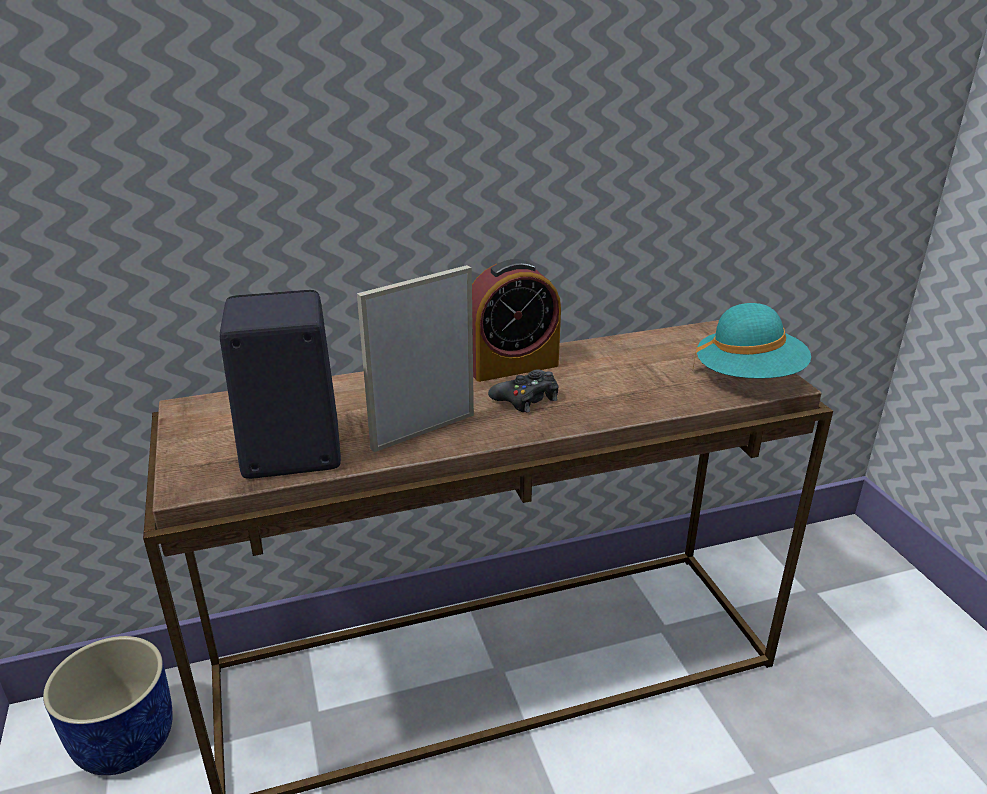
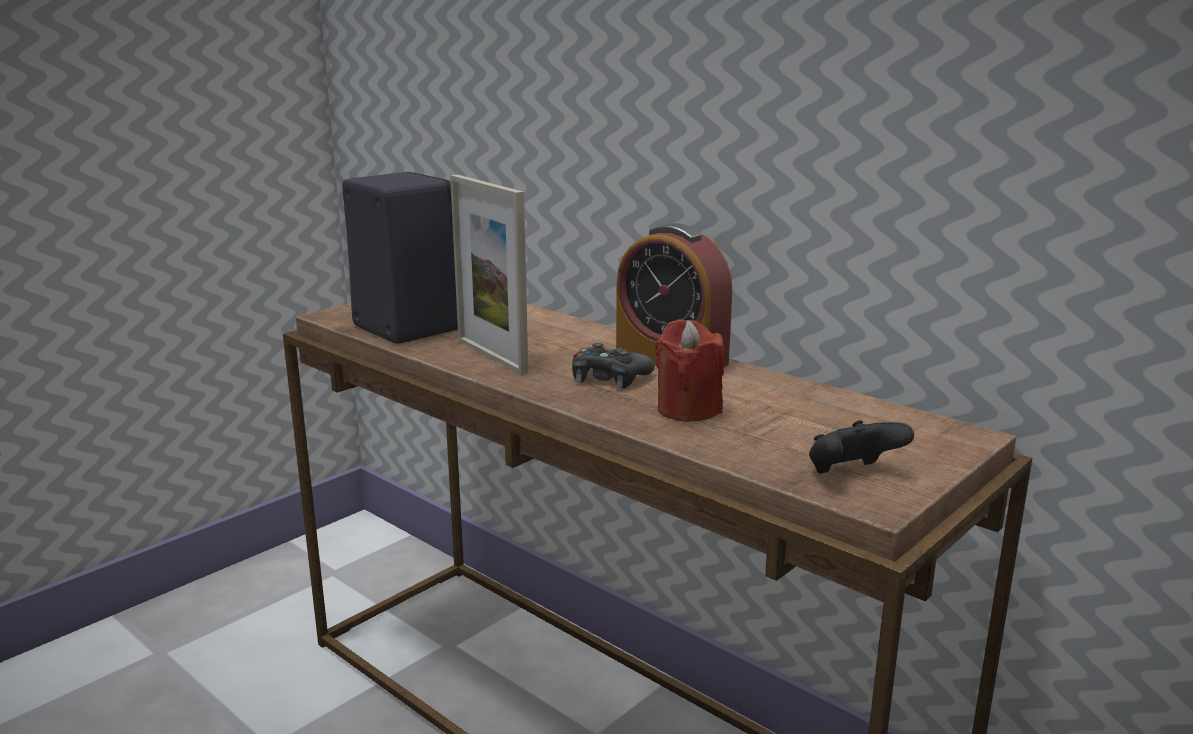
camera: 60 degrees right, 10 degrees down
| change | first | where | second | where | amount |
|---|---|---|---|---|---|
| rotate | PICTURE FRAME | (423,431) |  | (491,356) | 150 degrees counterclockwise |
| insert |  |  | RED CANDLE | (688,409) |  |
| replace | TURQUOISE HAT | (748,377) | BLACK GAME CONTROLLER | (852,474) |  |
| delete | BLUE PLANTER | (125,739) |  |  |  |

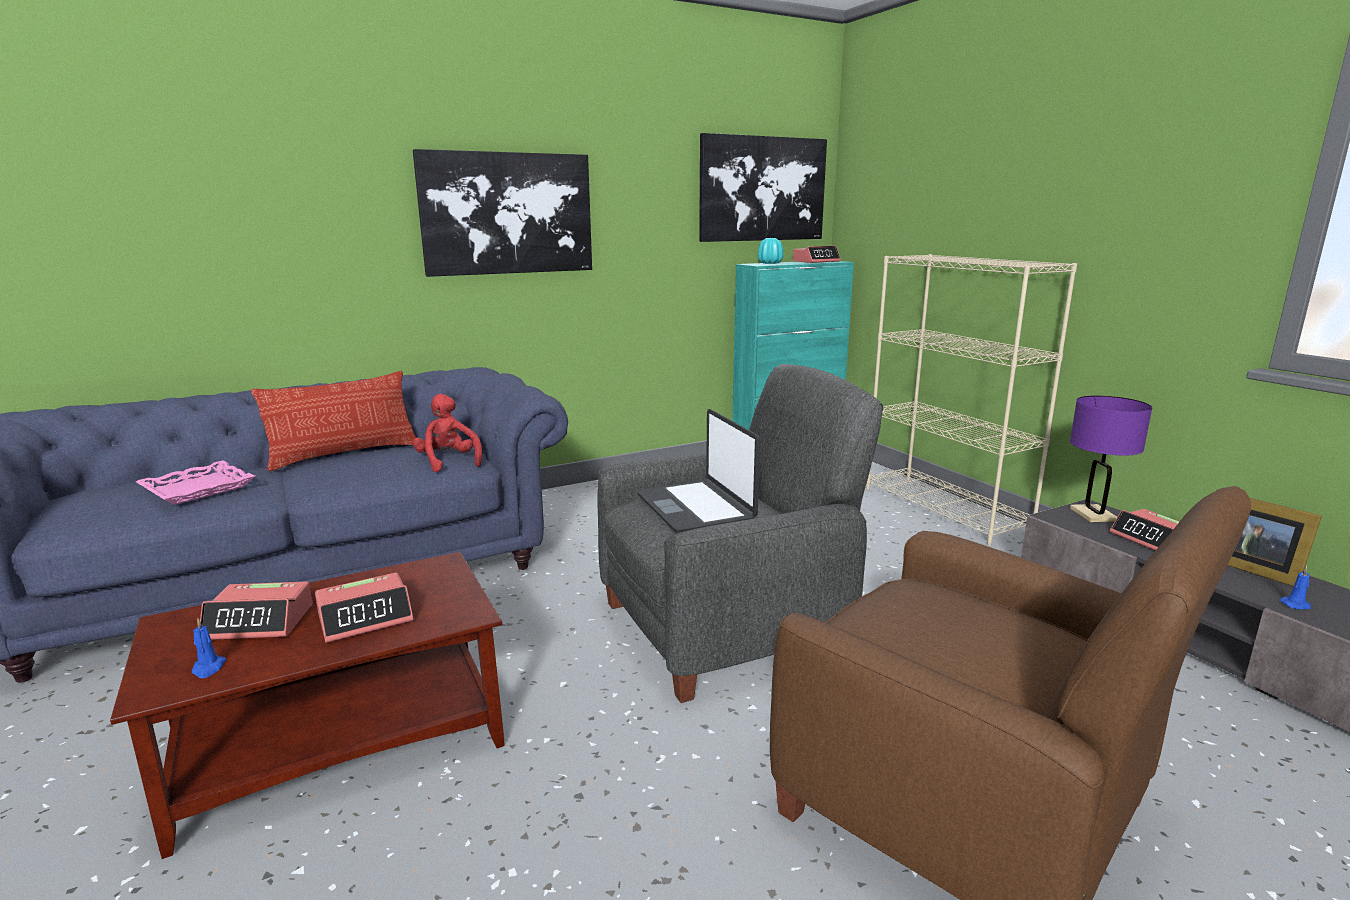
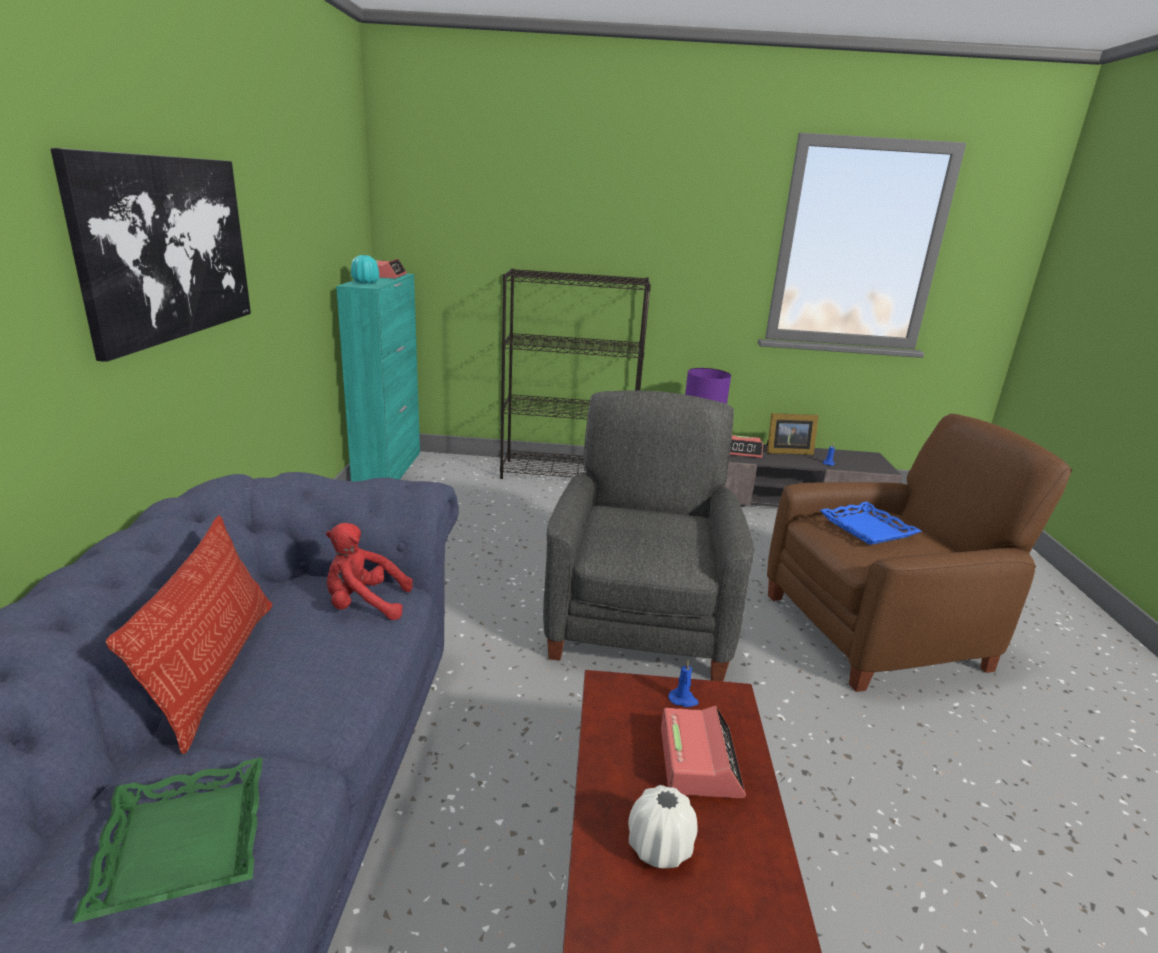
camera: 60 degrees left, 5 degrees up
| change | first | where | second | where | amount |
|---|---|---|---|---|---|
| recolor | PINK TRAY | (198,489) | GREEN TRAY | (184,844) |  |
| recolor | BEIGE BOOKCASE | (945,509) | BLACK BOOKCASE | (568,474) |  |
| replace | ALARM CLOCK | (260,622) | WHITE VASE | (659,847) |  |
| move | BLUE CANDLE | (208,668) |  | (683,700) |  |
| insert |  |  | BLUE TRAY | (866,528) |  |
| delete | LAPTOP | (696,507) |  |  |  |
| delete | PICTURE | (762,189) |  |  |  |

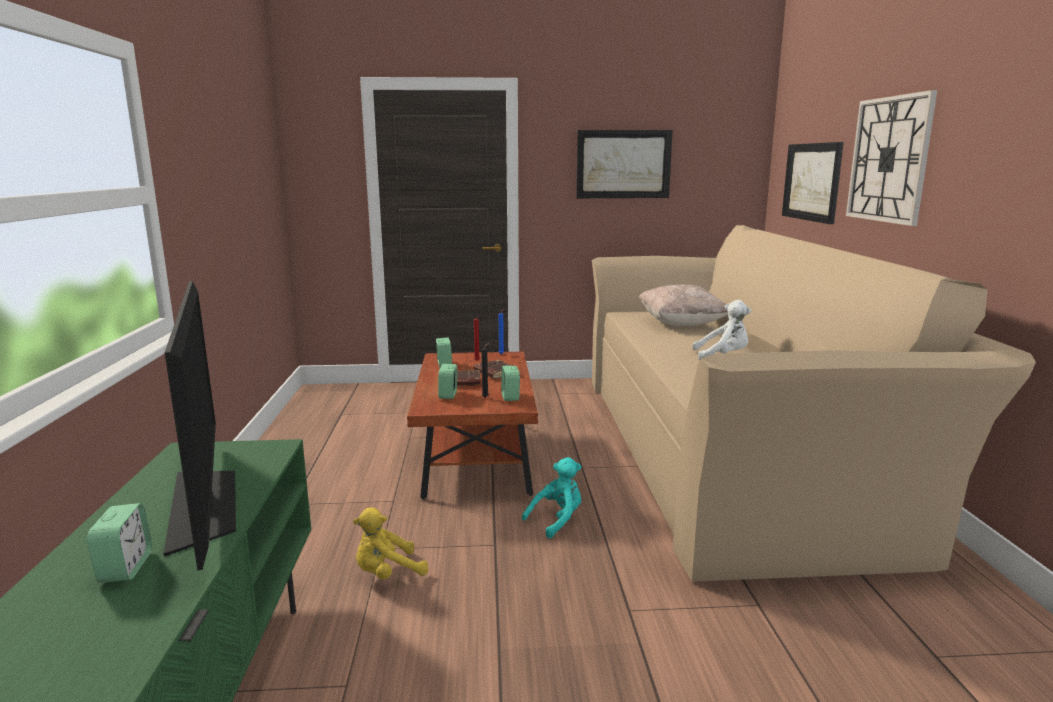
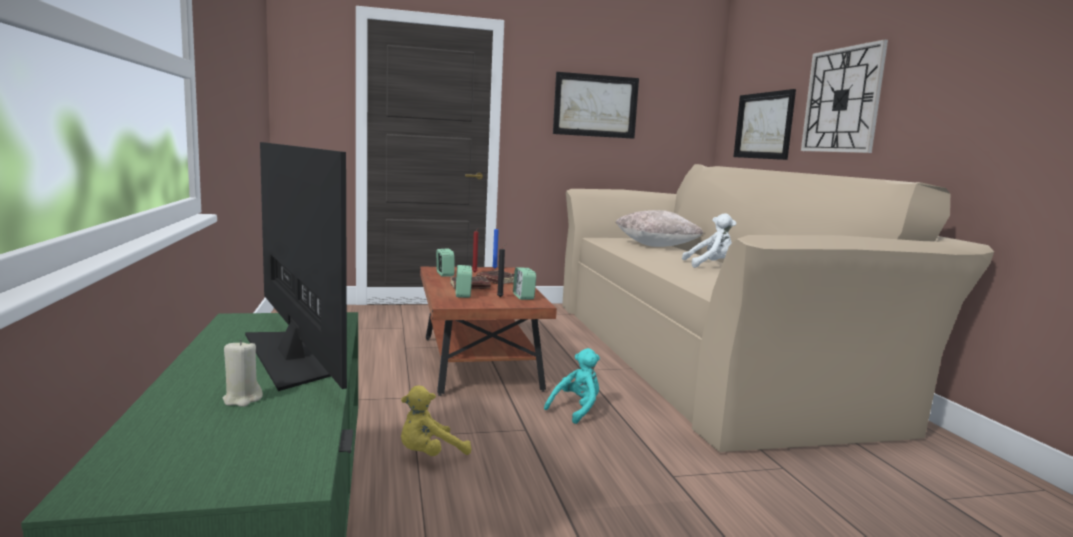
camera: 10 degrees left, 5 degrees down
| change | first | where | second | where | amount |
|---|---|---|---|---|---|
| replace | ALARM CLOCK | (125,567) | BEIGE CANDLE | (242,399) |  |

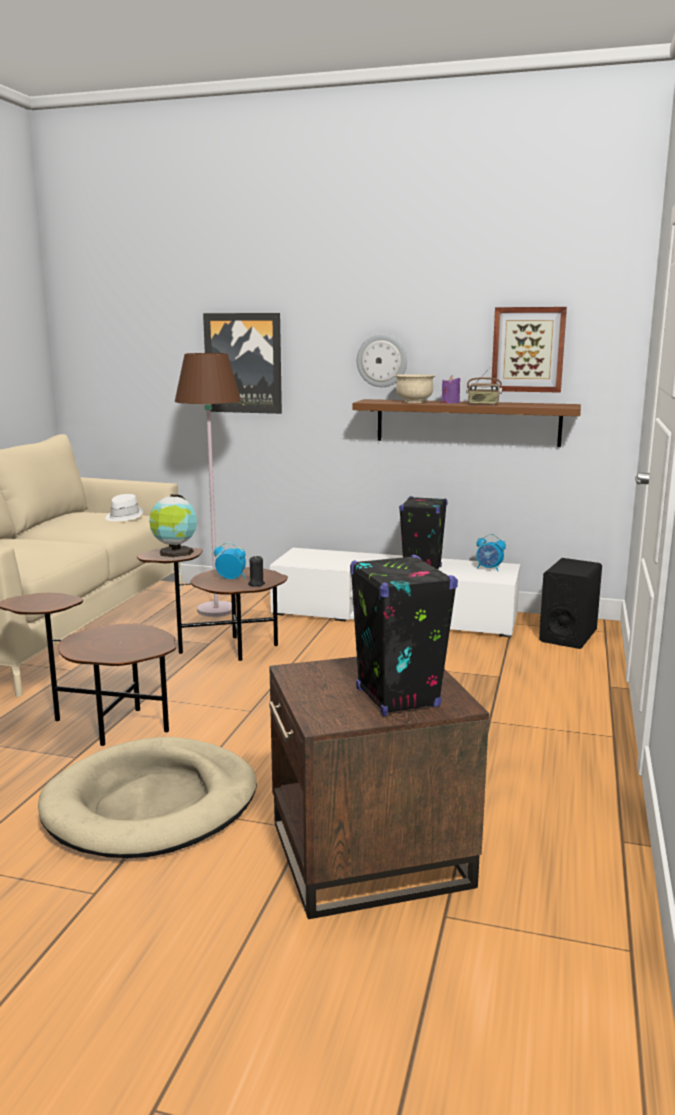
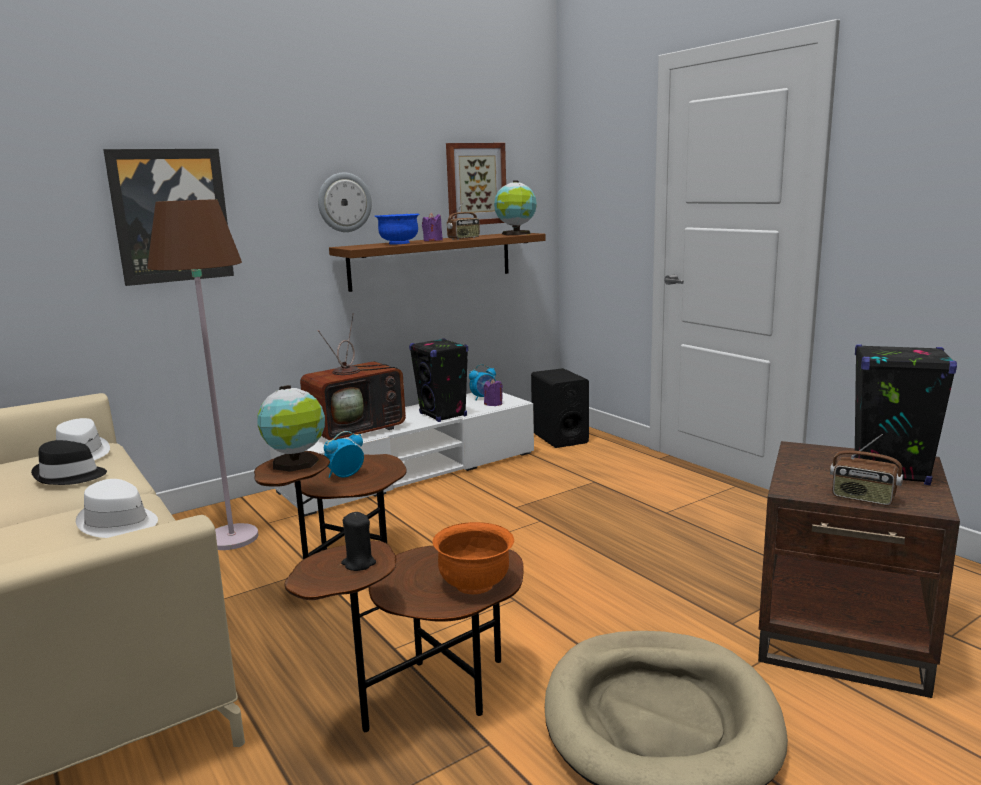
camera: 50 degrees left, 0 degrees up
| change | first | where | second | where | amount |
|---|---|---|---|---|---|
| insert |  |  | BLACK HAT | (70,476) |  |
| insert |  |  | WHITE HAT | (118,523) |  |
| insert |  |  | TELEVISION | (357,430) |  |
| move | BLACK CANDLE | (256,584) |  | (359,563) |  |
| recolor | BEIGE BOWL | (414,402) | BLUE BOWL | (399,243) |  |
| insert |  |  | ORANGE BOWL | (475,585) |  |
| insert |  |  | PURPLE CANDLE | (493,404) |  |
| insert |  |  | GLOBE | (516,234) |  |
| insert |  |  | RADIO | (863,498) |  |

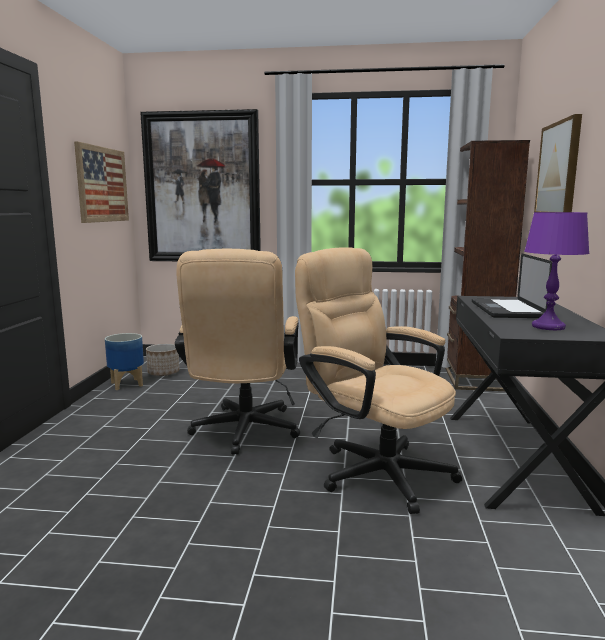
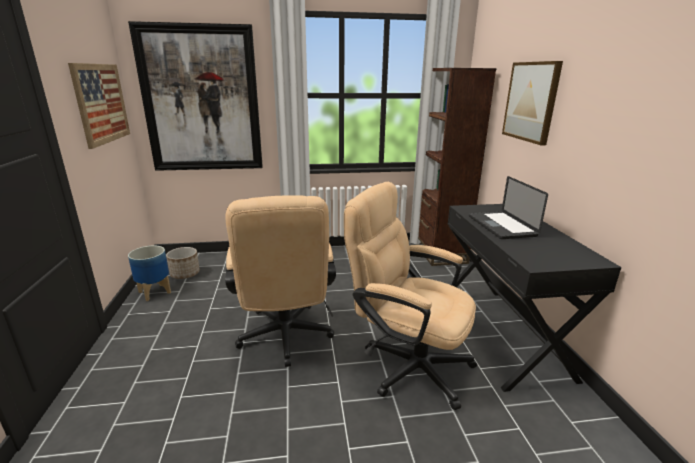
camera: 15 degrees left, 10 degrees up
| change | first | where | second | where | amount |
|---|---|---|---|---|---|
| delete | PURPLE TABLE LAMP | (548,327) |  |  |  |

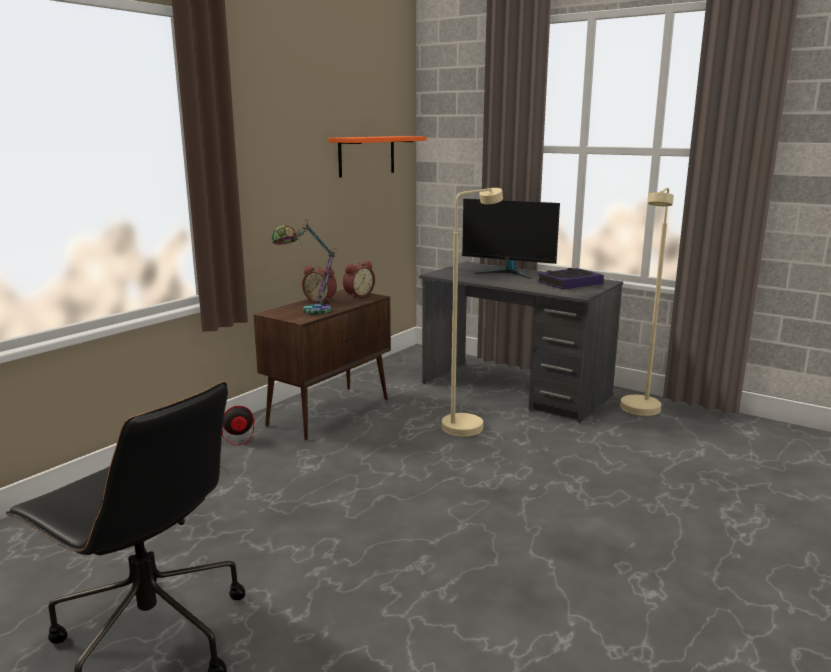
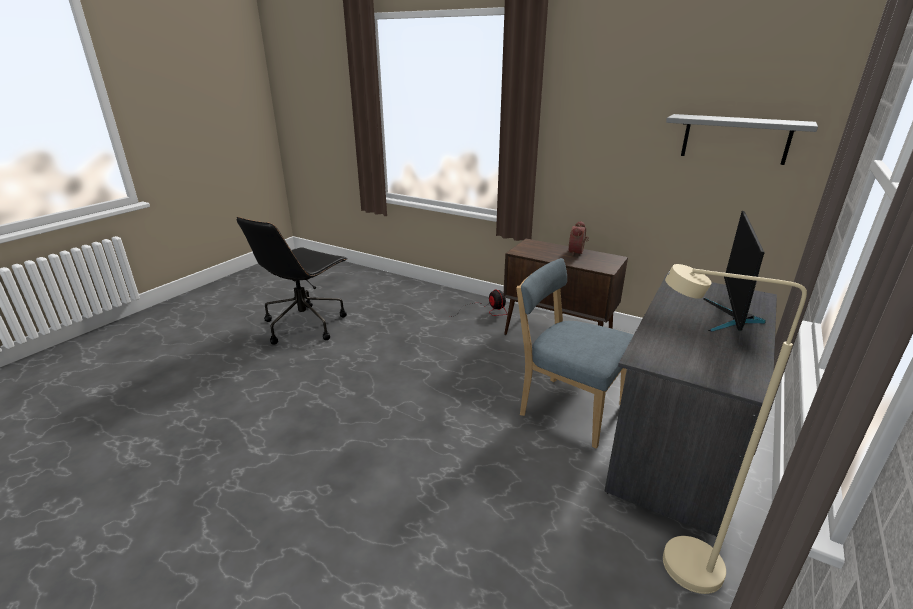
camera: 85 degrees right, 10 degrees up
| change | first | where | second | where | amount |
|---|---|---|---|---|---|
| replace | BEIGE FLOOR LAMP | (468,423) | BLUE CHAIR | (567,408) |  |
| recolor | ORANGE SHELF | (366,156) | GREY SHELF | (735,139) |  |
| delete | TABLE LAMP | (308,312) |  |  |  |
| delete | ALARM CLOCK | (358,295) |  |  |  |
| delete | BOOK | (569,283) |  |  |  |

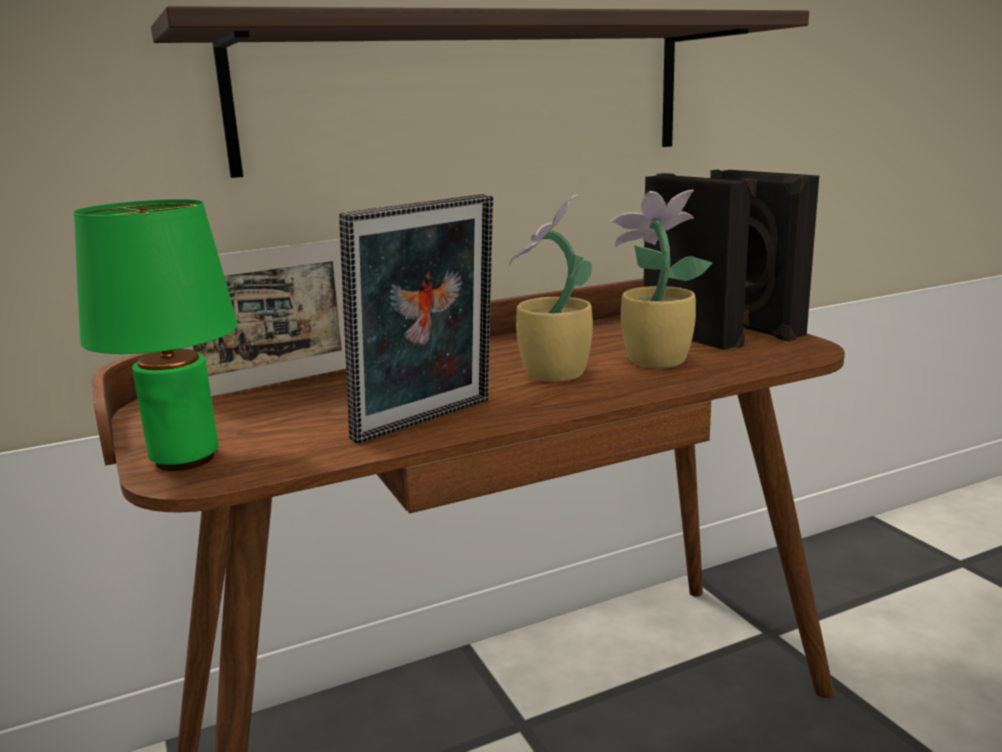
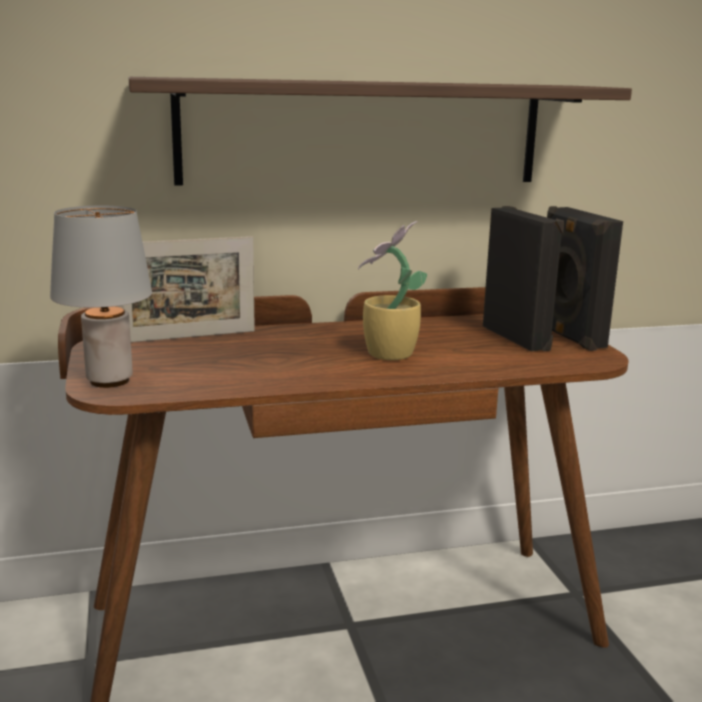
camera: 10 degrees right, 0 degrees up
| change | first | where | second | where | amount |
|---|---|---|---|---|---|
| recolor | GREEN TABLE LAMP | (185,459) | GREY TABLE LAMP | (109,381) |  |
| delete | PICTURE FRAME | (429,422) |  |  |  |
| delete | POTTED PLANT | (653,361) |  |  |  |

